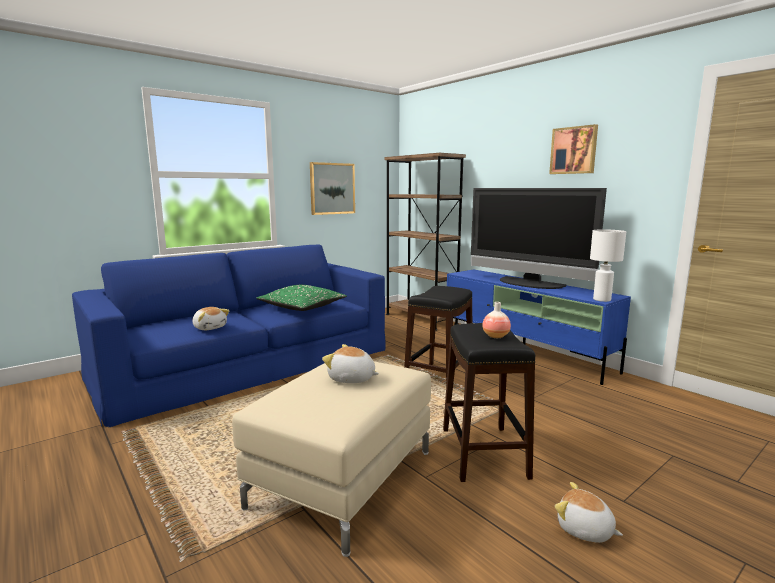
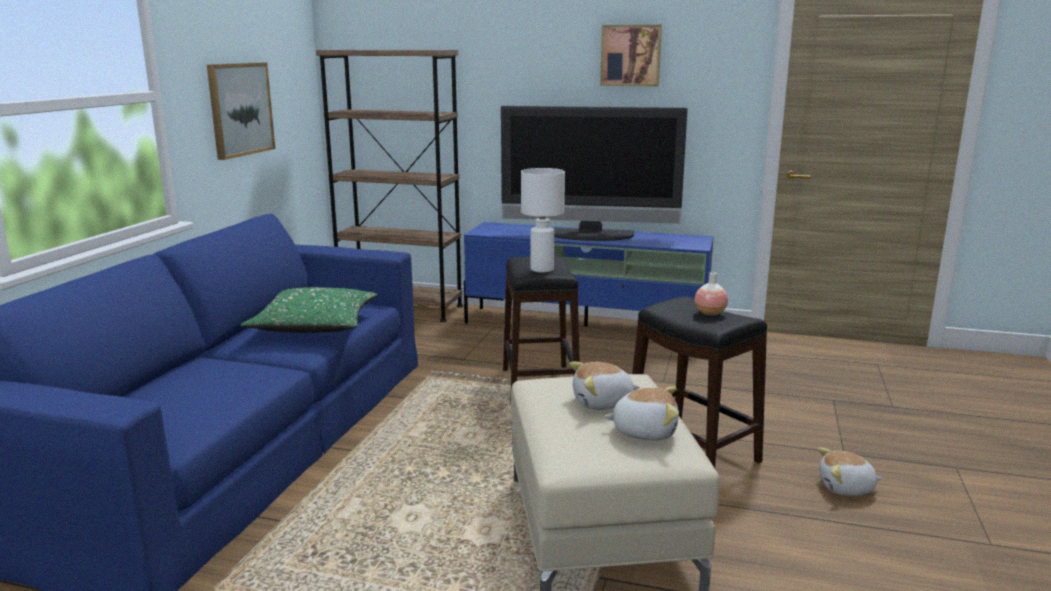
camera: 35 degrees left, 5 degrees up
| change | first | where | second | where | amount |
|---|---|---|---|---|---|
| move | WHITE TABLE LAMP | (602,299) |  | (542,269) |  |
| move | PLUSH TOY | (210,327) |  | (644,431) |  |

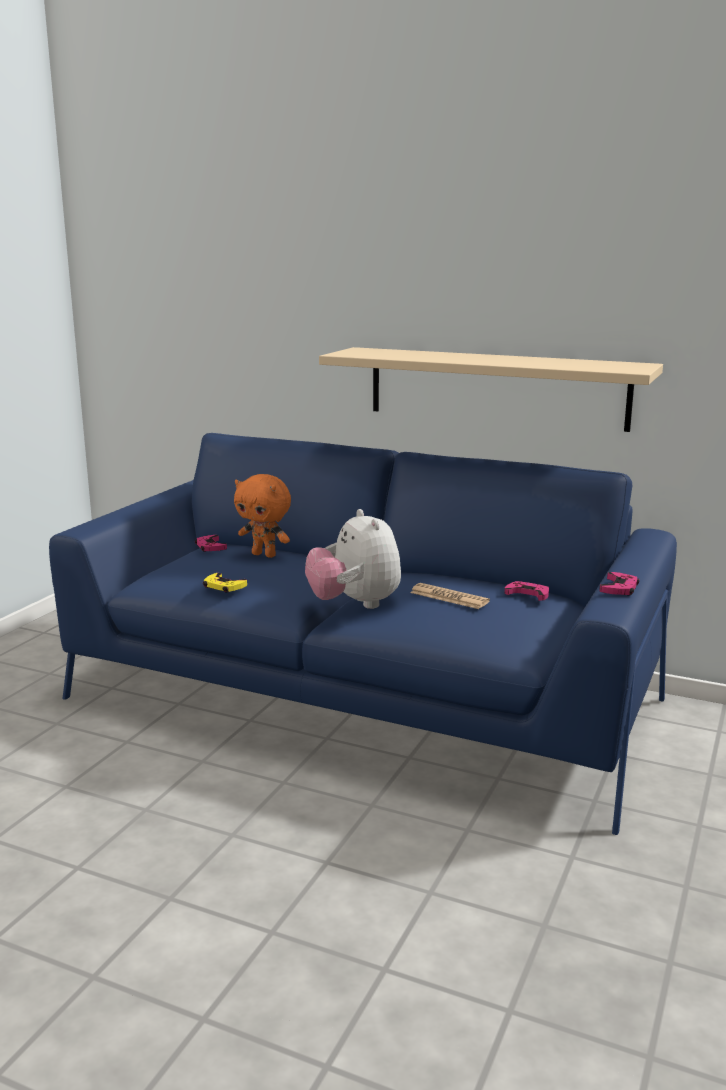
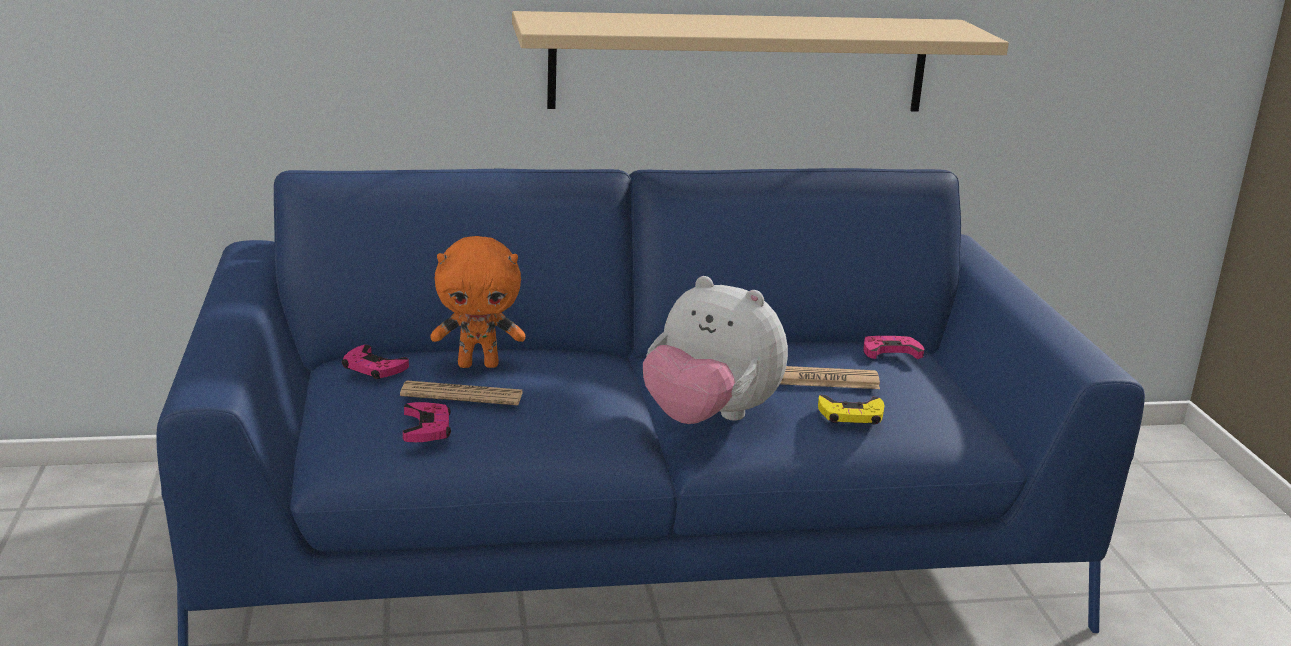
camera: 35 degrees left, 5 degrees up
| change | first | where | second | where | amount |
|---|---|---|---|---|---|
| insert |  |  | NEWSPAPER | (462,395) |  |
| move | PINK GAME CONTROLLER | (619,588) |  | (427,428) |  |
| move | YELLOW GAME CONTROLLER | (223,586) |  | (851,415) |  |

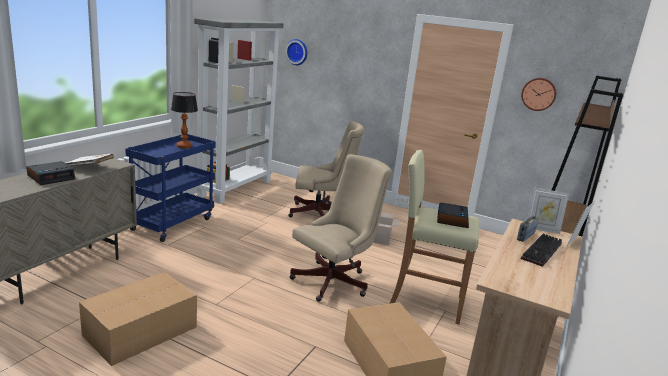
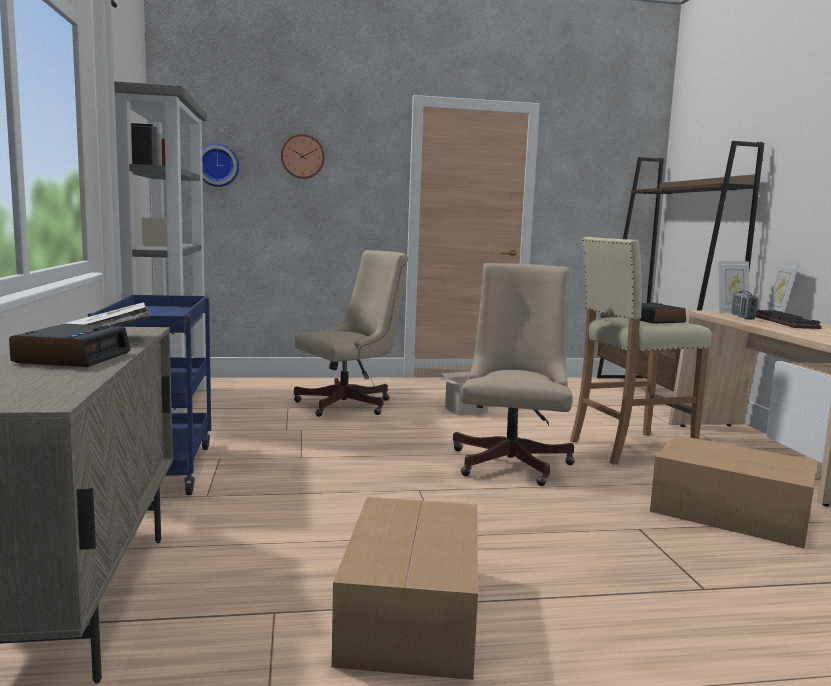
camera: 35 degrees left, 10 degrees down
| change | first | where | second | where | amount |
|---|---|---|---|---|---|
| move | WALL CLOCK | (538,94) |  | (302,156) |  |
| delete | TABLE LAMP | (184,146) |  |  |  |

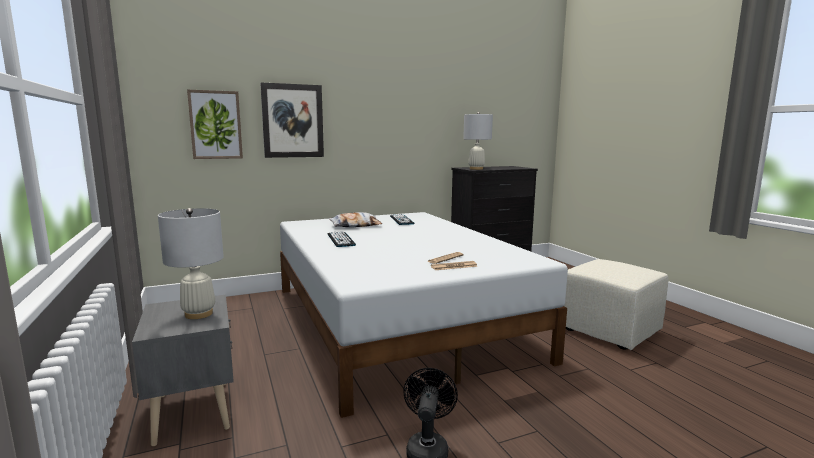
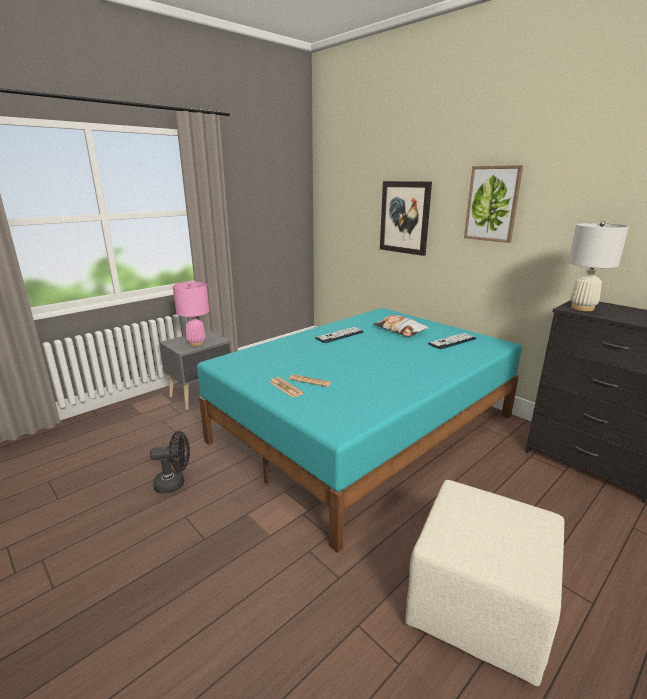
camera: 70 degrees right, 10 degrees up
| change | first | where | second | where | amount |
|---|---|---|---|---|---|
| recolor | WHITE TABLE LAMP | (199,314) | PINK TABLE LAMP | (196,343) |  |
| recolor | WHITE BED | (397,321) | TURQUOISE BED | (365,429) |  |
| move | PICTURE | (215,125) |  | (492,204) |  |

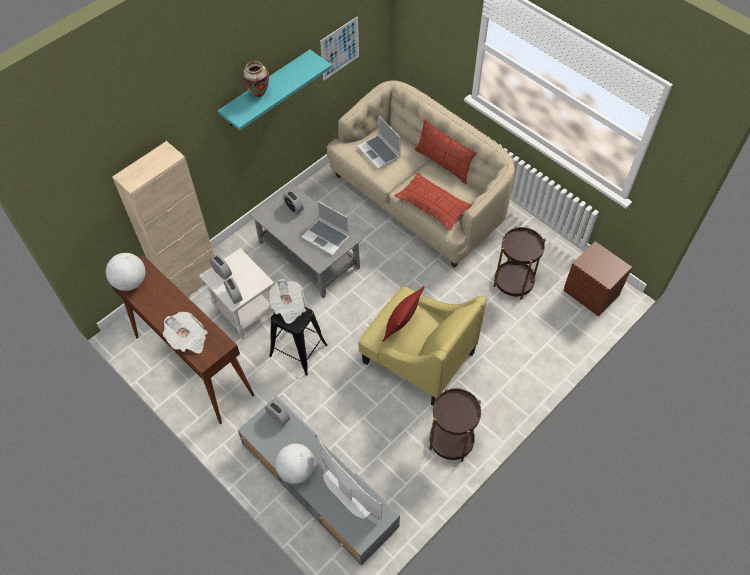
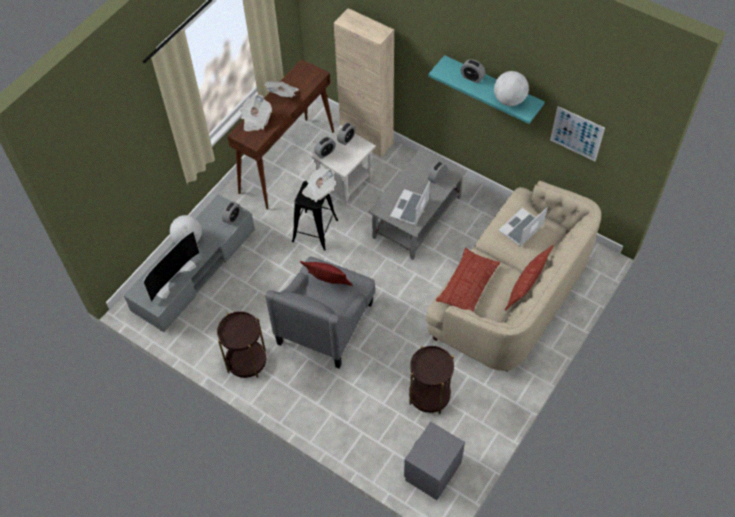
camera: 80 degrees right, 0 degrees up
| change | first | where | second | where | amount |
|---|---|---|---|---|---|
| insert |  |  | NEWSPAPER | (282,94) |  |
| recolor | YELLOW ARMCHAIR | (418,357) | GREY ARMCHAIR | (325,323) |  |
| recolor | BROWN NIGHTSTAND | (591,293) | GREY NIGHTSTAND | (432,471) |  |
| replace | VASE | (259,94) | ALARM CLOCK | (472,77) |  |
| move | GLOBE | (130,282) |  | (509,100) |  |

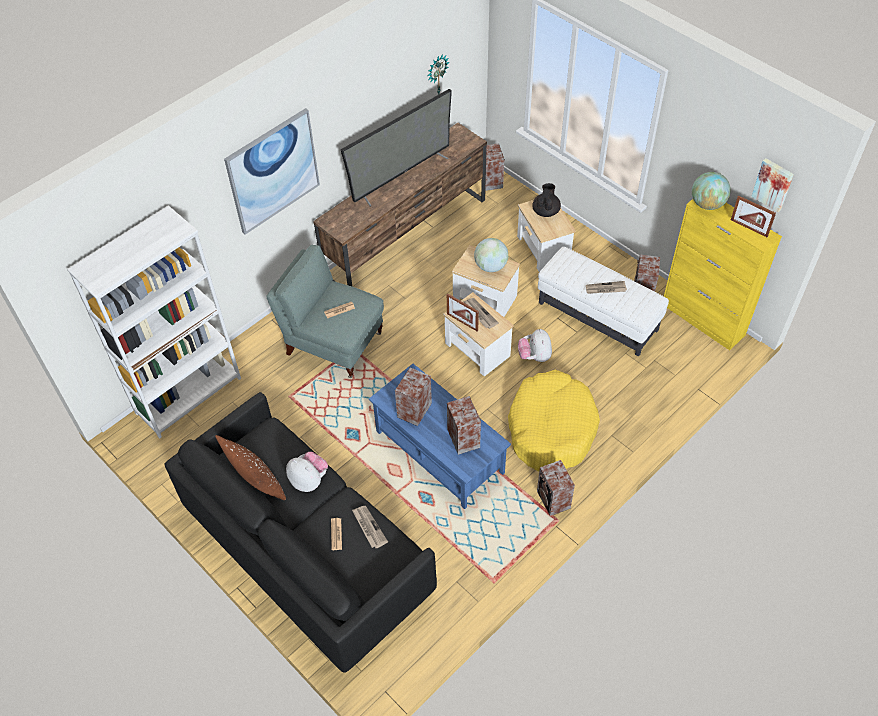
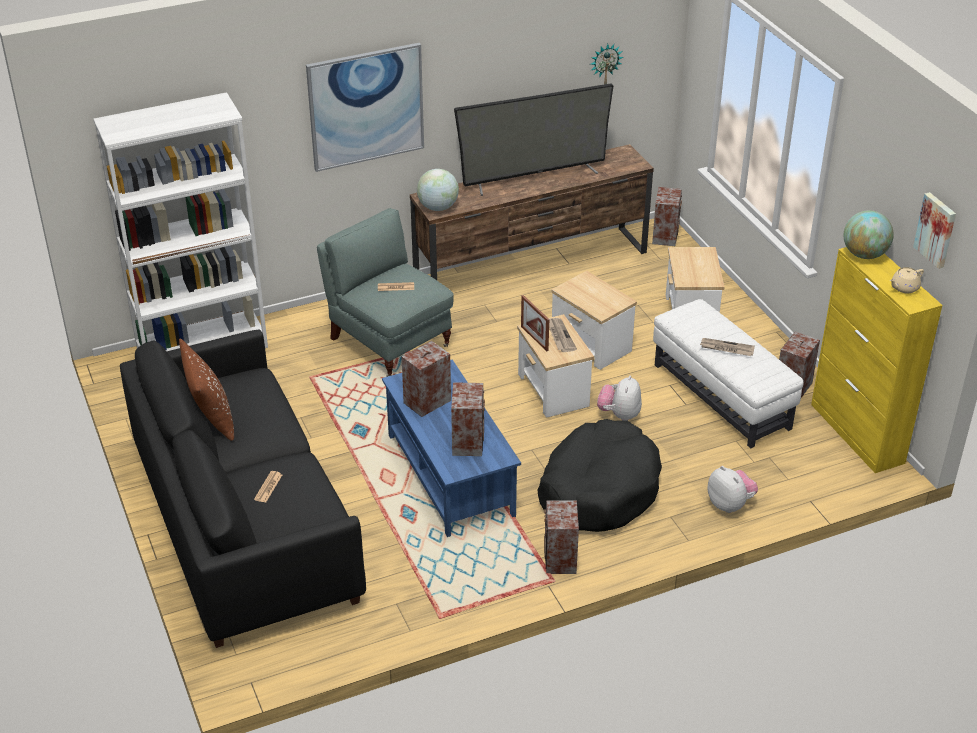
camera: 20 degrees right, 15 degrees down
| change | first | where | second | where | amount |
|---|---|---|---|---|---|
| move | GLOBE | (490,266) |  | (438,207) |  |
| recolor | YELLOW DOG BED | (551,428) | BLACK DOG BED | (598,489) |  |
| move | PLUSH TOY | (309,480) |  | (730,504) |  |
| replace | PICTURE FRAME | (749,228) | BEIGE TEAPOT | (904,288) |  |
| delete | NEWSPAPER | (369,527) |  |  |  |
| delete | BLACK TEAPOT | (546,211) |  |  |  |

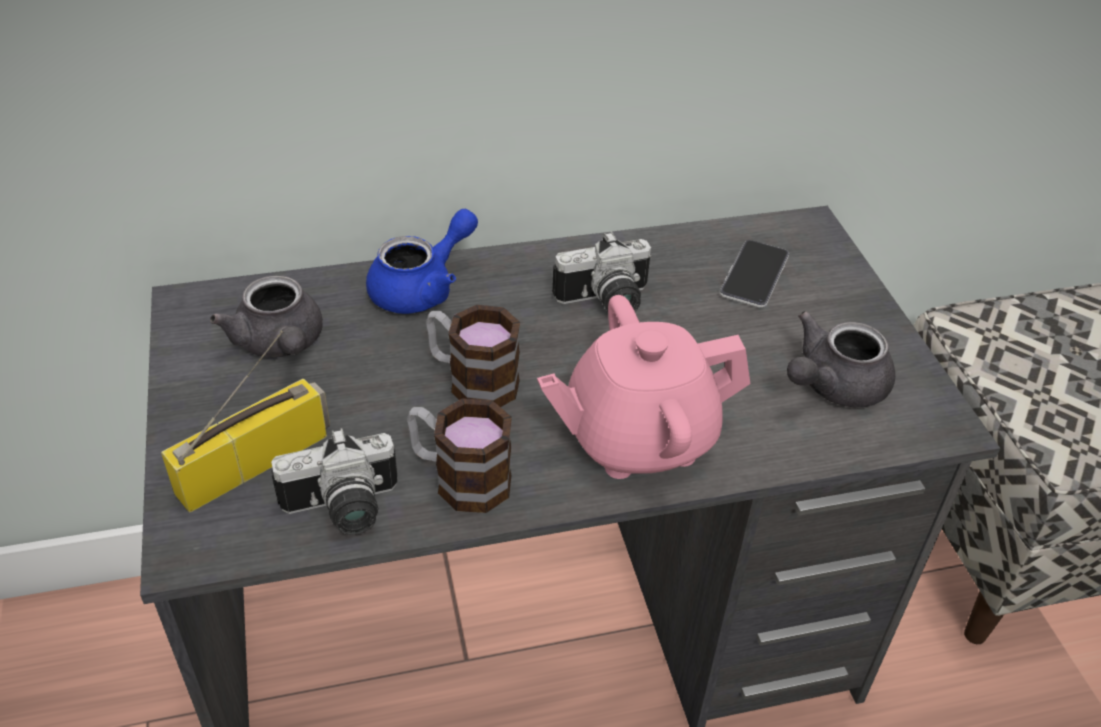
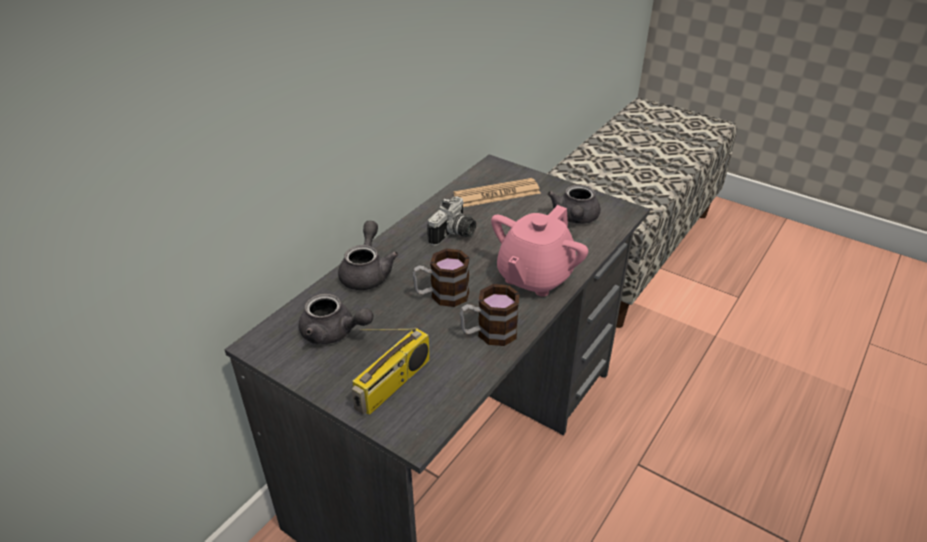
camera: 40 degrees left, 5 degrees down
| change | first | where | second | where | amount |
|---|---|---|---|---|---|
| recolor | BLUE TEAPOT | (422,288) | GREY TEAPOT | (367,272) |  |
| rotate | RADIO | (255,461) |  | (393,384) | 150 degrees counterclockwise |
| replace | PHONE | (754,275) | NEWSPAPER | (497,194) |  |
| delete | PHOTO CAMERA | (343,511) |  |  |  |

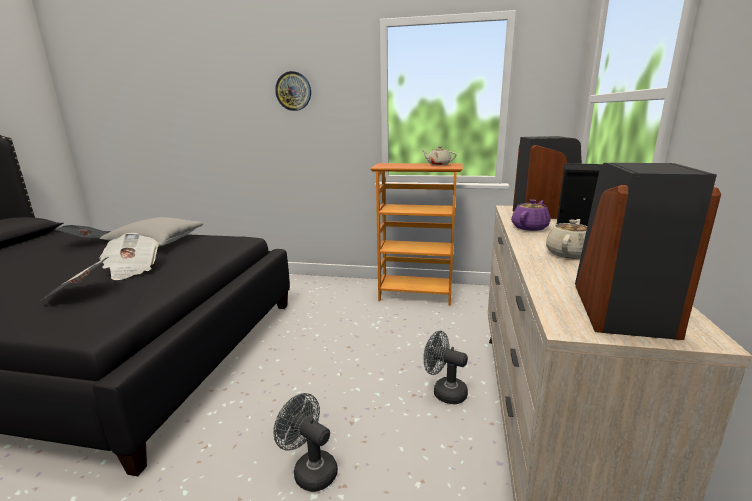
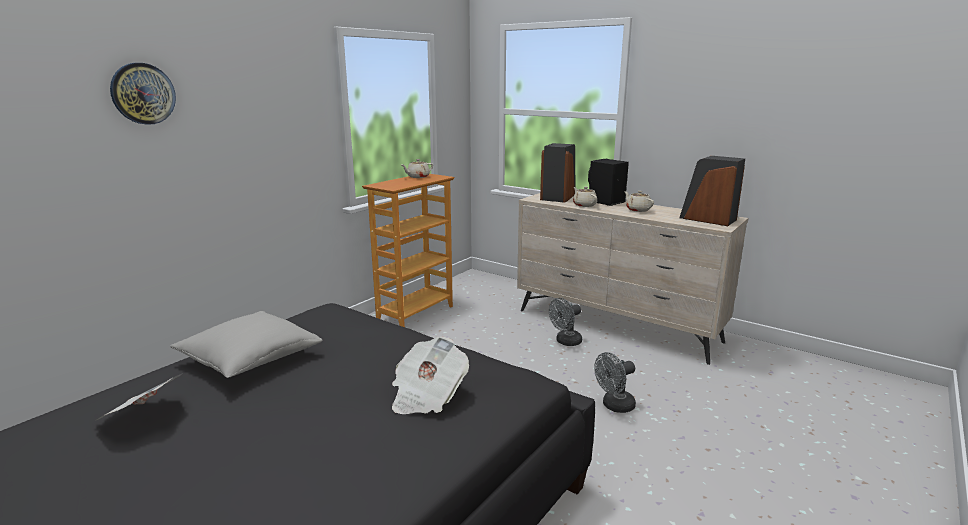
camera: 65 degrees left, 0 degrees up
| change | first | where | second | where | amount |
|---|---|---|---|---|---|
| move | WALL CLOCK | (293,91) |  | (143,93) |  |
| recolor | PURPLE TEAPOT | (530,227) | BEIGE TEAPOT | (584,205) |  |
| delete | NEWSPAPER | (132,269) |  |  |  |

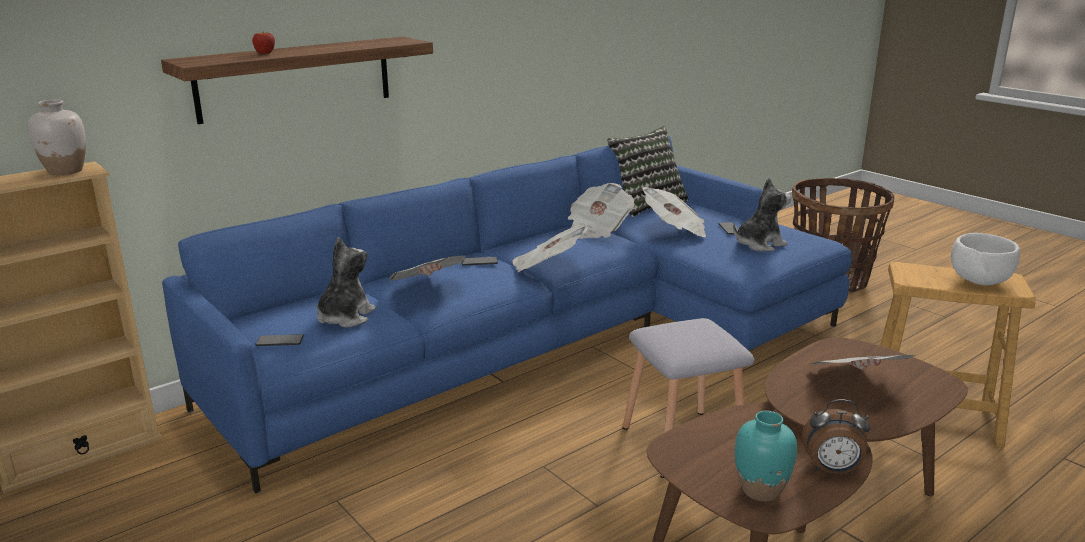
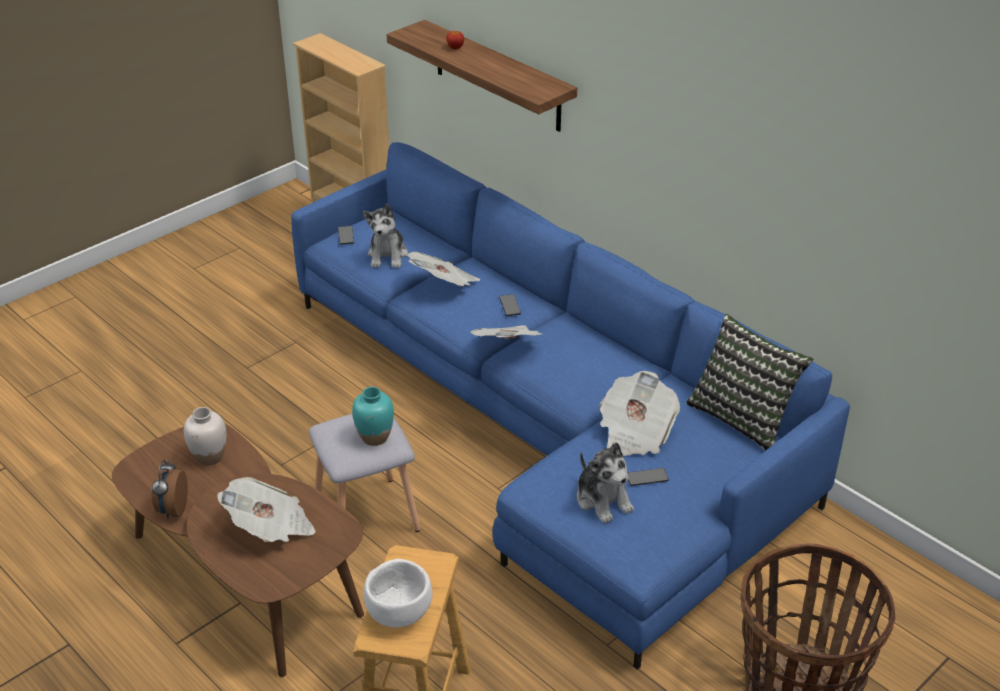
camera: 85 degrees right, 15 degrees up
| change | first | where | second | where | amount |
|---|---|---|---|---|---|
| move | WHITE VASE | (66,171) |  | (209,457) |  |
| move | TURQUOISE VASE | (761,490) |  | (375,437) |  |
| rotate | PLUSH TOY | (345,317) |  | (388,255) | 75 degrees clockwise |
| delete | NEWSPAPER | (597,229) |  |  |  |

